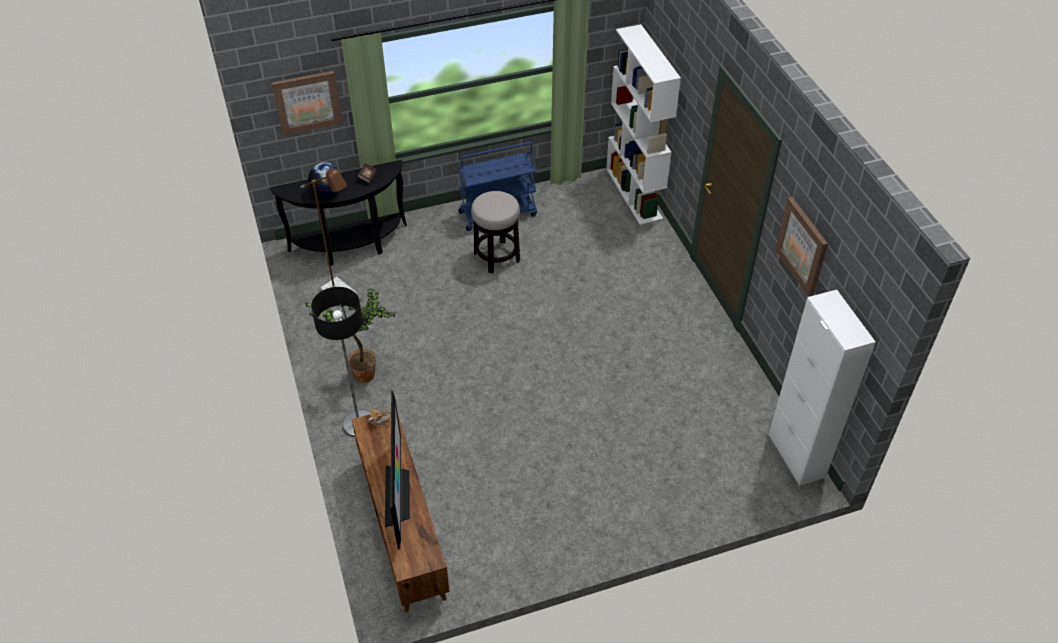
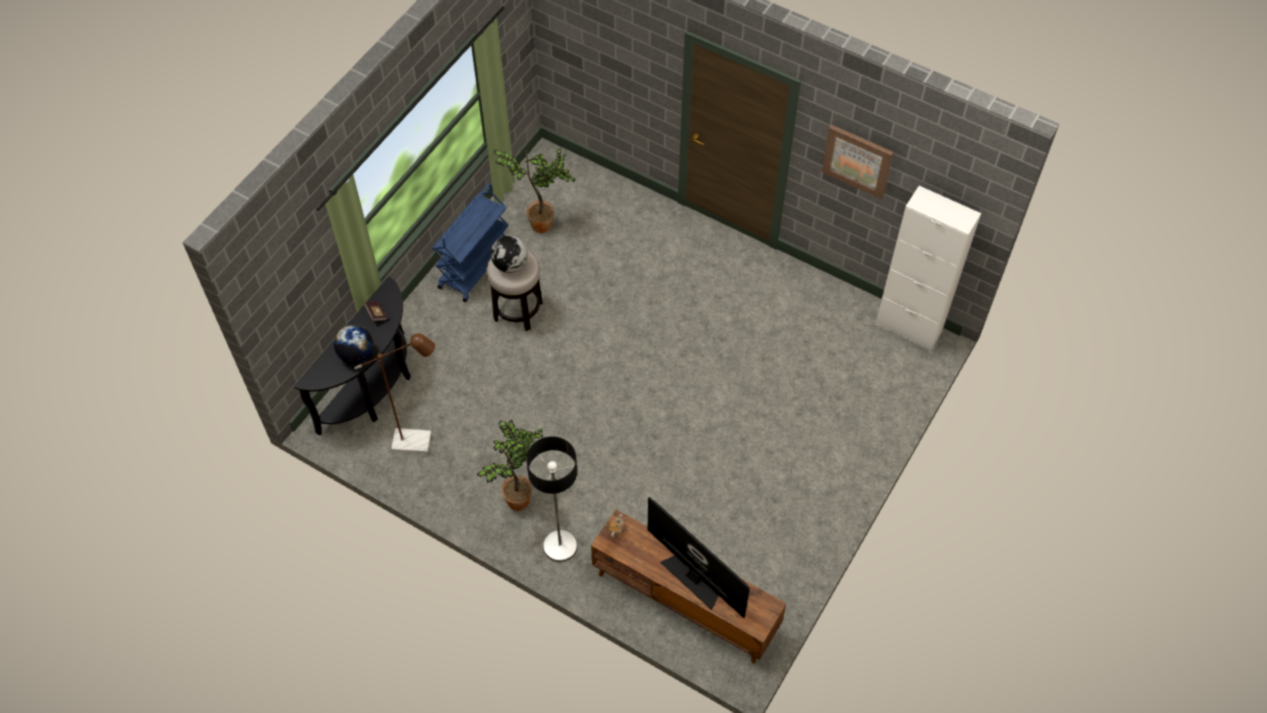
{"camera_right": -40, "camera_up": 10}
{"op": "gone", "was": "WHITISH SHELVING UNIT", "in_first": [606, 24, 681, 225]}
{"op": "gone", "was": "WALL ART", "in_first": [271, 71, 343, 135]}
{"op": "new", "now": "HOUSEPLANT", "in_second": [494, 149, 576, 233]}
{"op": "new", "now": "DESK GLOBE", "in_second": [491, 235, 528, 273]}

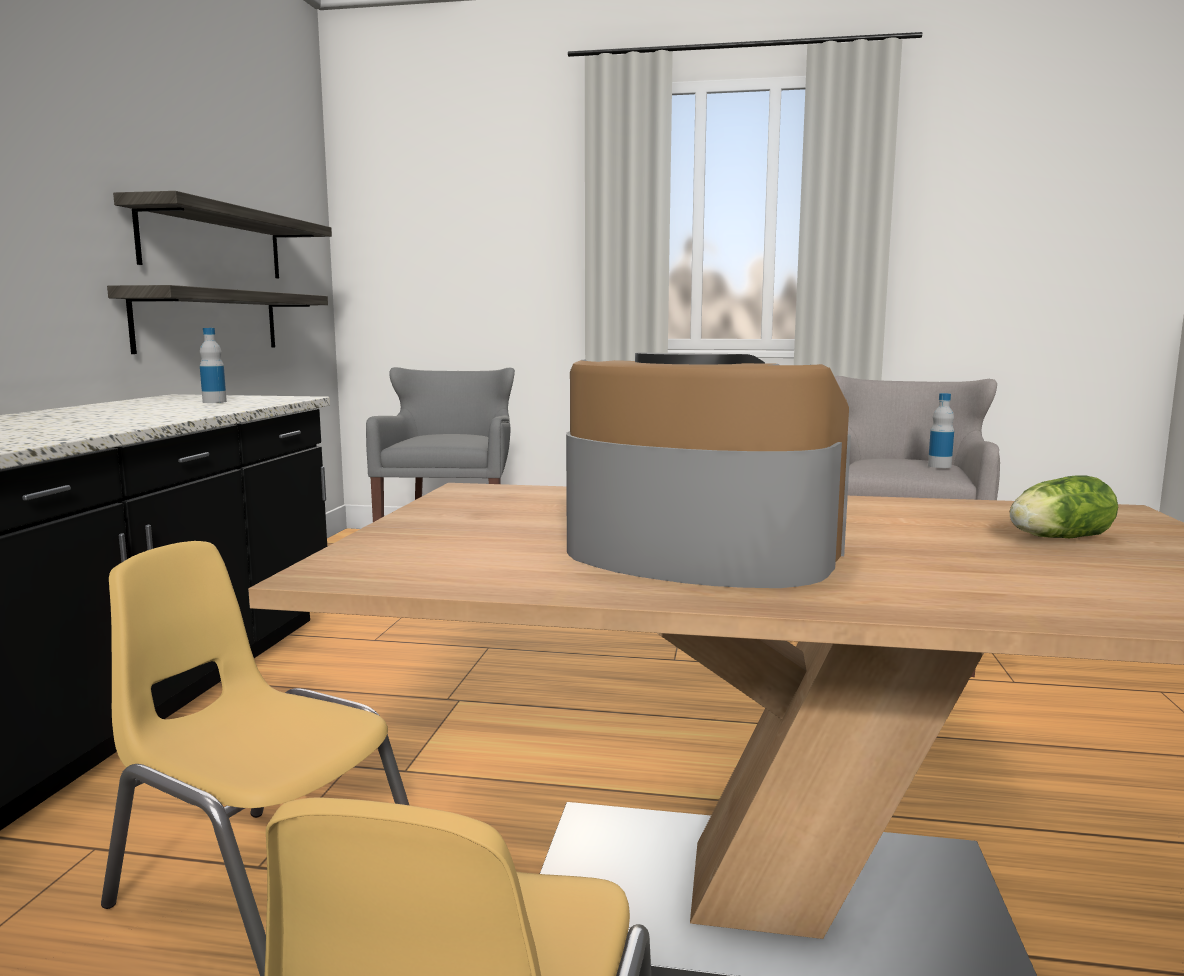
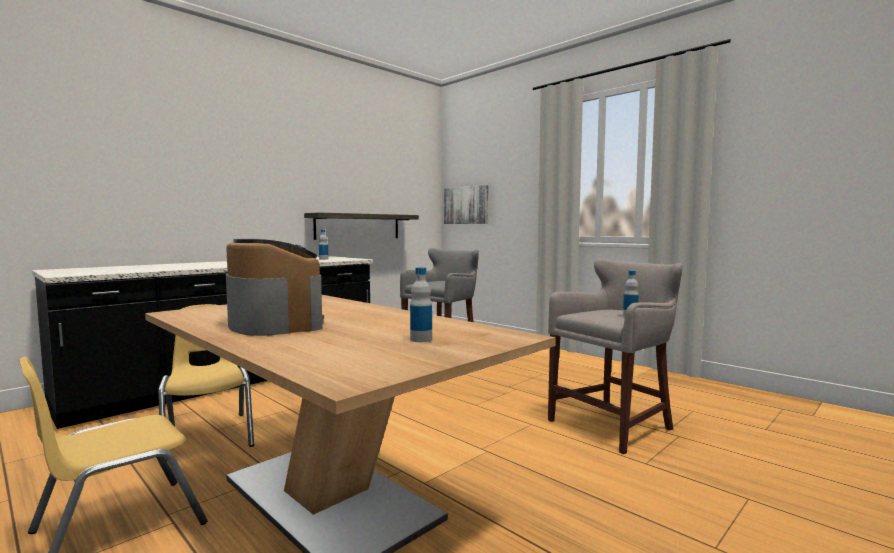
{"camera_right": 35, "camera_up": -5}
{"op": "gone", "was": "BRACKET SHELF", "in_first": [113, 191, 332, 279]}
{"op": "swapped", "was": "HEAD OF LETTUCE", "now": "DRINK BOTTLE", "in_first": [1010, 476, 1118, 538], "in_second": [410, 267, 432, 342]}
{"op": "new", "now": "WALL ART", "in_second": [444, 185, 488, 224]}

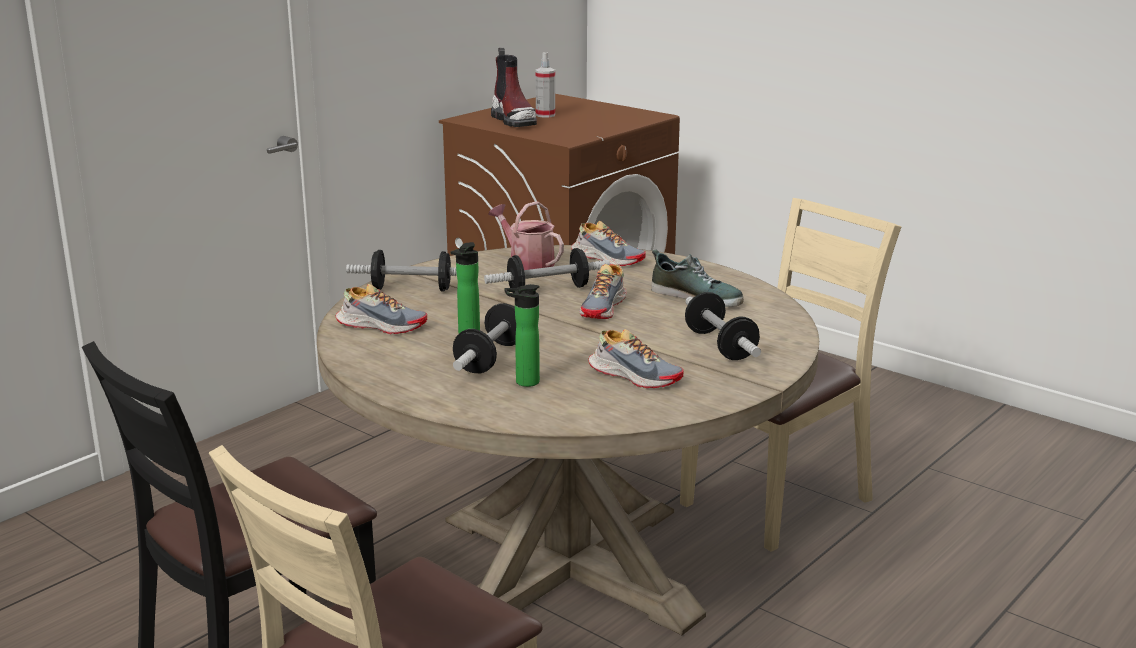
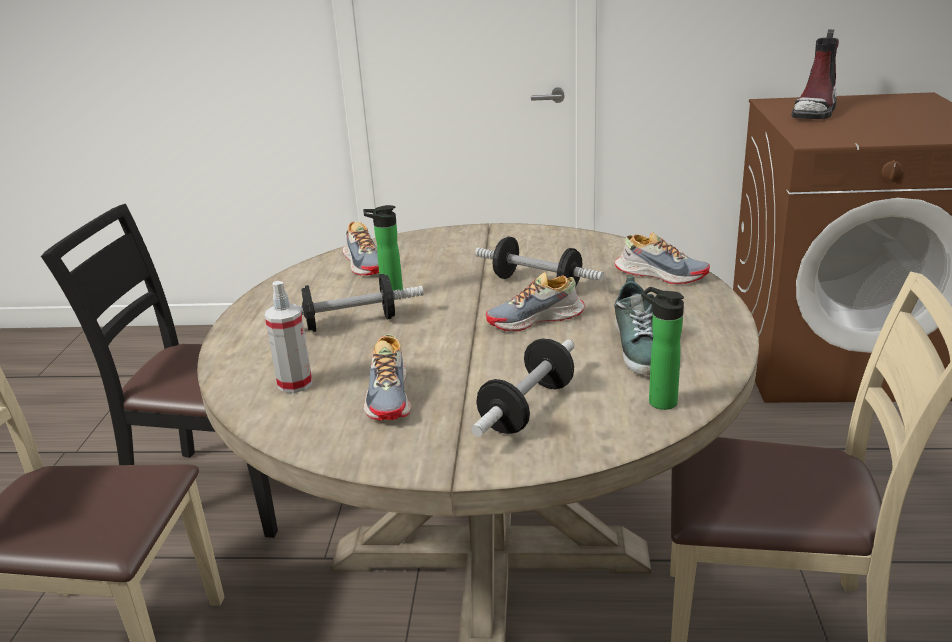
{"camera_right": 55, "camera_up": 5}
{"op": "shifted", "was": "HAND SPRAYER", "in_first": [535, 53, 555, 118], "in_second": [265, 281, 312, 393]}
{"op": "gone", "was": "WATERING POT", "in_first": [488, 201, 564, 270]}
{"op": "rotated", "was": "ITEM OF FOOTWEAR", "in_first": [571, 221, 646, 266], "in_second": [614, 232, 710, 284], "clockwise": -60}
{"op": "gone", "was": "DUMBBELL", "in_first": [346, 250, 457, 291]}
{"op": "shifted", "was": "DRINK BOTTLE", "in_first": [504, 284, 540, 387], "in_second": [641, 287, 684, 410]}

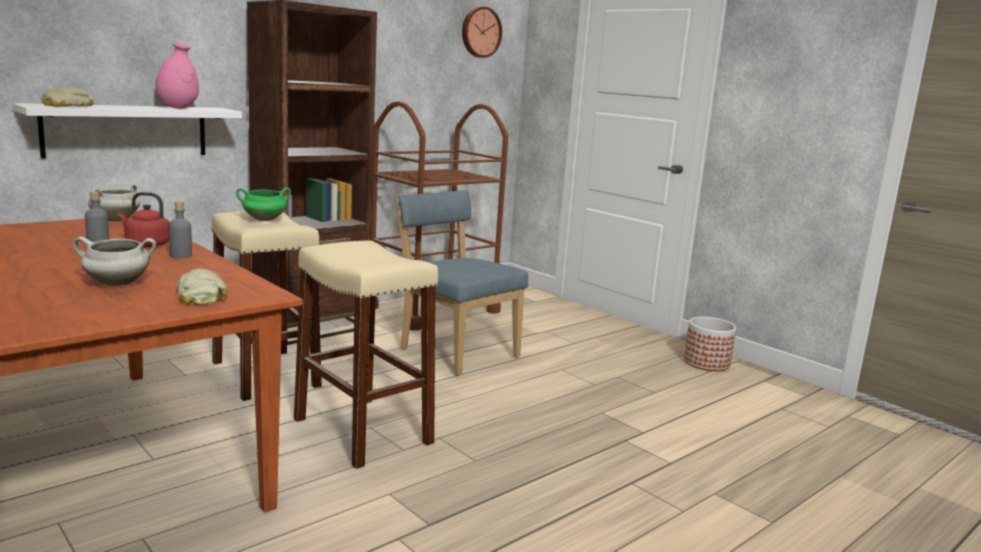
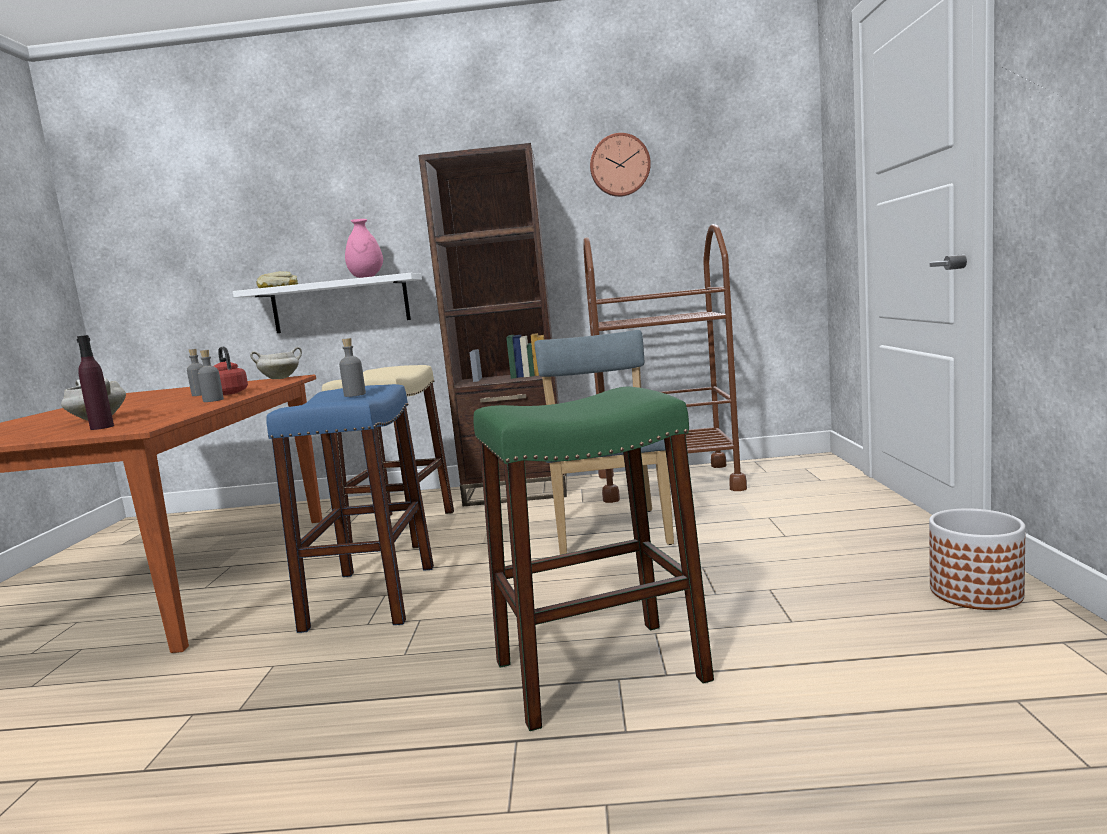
{"camera_right": 45, "camera_up": -5}
{"op": "shifted", "was": "CLOCK ON THE WALL", "in_first": [462, 7, 502, 58], "in_second": [590, 133, 651, 197]}
{"op": "gone", "was": "GREEN-COLOURED COOKING POT", "in_first": [236, 187, 291, 221]}
{"op": "repainted", "was": "BEIGE-COLOURED SITTING STOOL", "now": "BLUE SITTING STOOL", "in_first": [294, 240, 438, 469], "in_second": [266, 384, 434, 633]}
{"op": "swapped", "was": "BAKED BREAD", "now": "PURPLE-COLOURED DRINK BOTTLE", "in_first": [177, 268, 228, 305], "in_second": [77, 335, 114, 430]}
{"op": "new", "now": "GREYISH DRINK BOTTLE", "in_second": [339, 338, 366, 397]}
{"op": "new", "now": "GREEN-COLOURED SITTING STOOL", "in_second": [473, 386, 714, 731]}

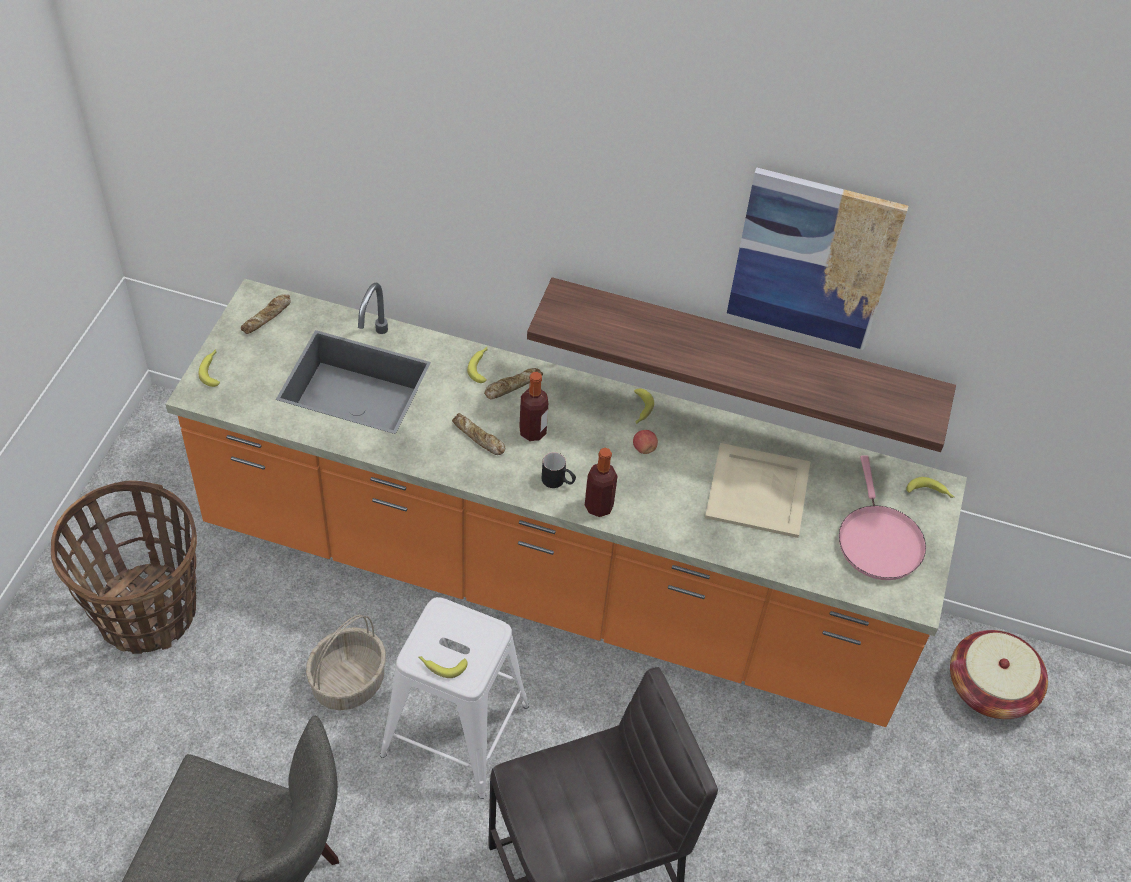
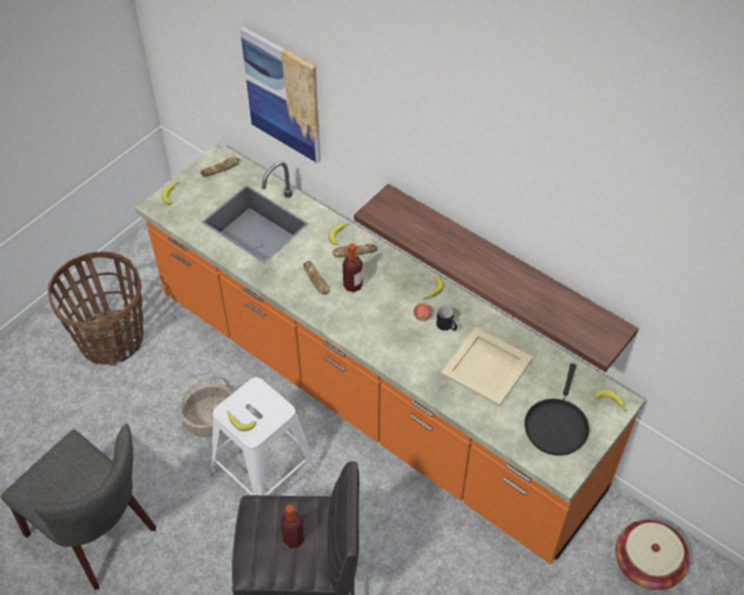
{"camera_right": 25, "camera_up": 0}
{"op": "shifted", "was": "WALL ART", "in_first": [727, 167, 908, 350], "in_second": [240, 27, 321, 163]}
{"op": "shifted", "was": "DRINK BOTTLE", "in_first": [585, 448, 618, 517], "in_second": [281, 504, 304, 548]}
{"op": "shifted", "was": "BLACK TEA MUG", "in_first": [542, 452, 576, 488], "in_second": [436, 305, 458, 331]}
{"op": "repainted", "was": "PINK-COLOURED SKILLET", "now": "BLACK SKILLET", "in_first": [839, 456, 926, 580], "in_second": [524, 363, 589, 456]}

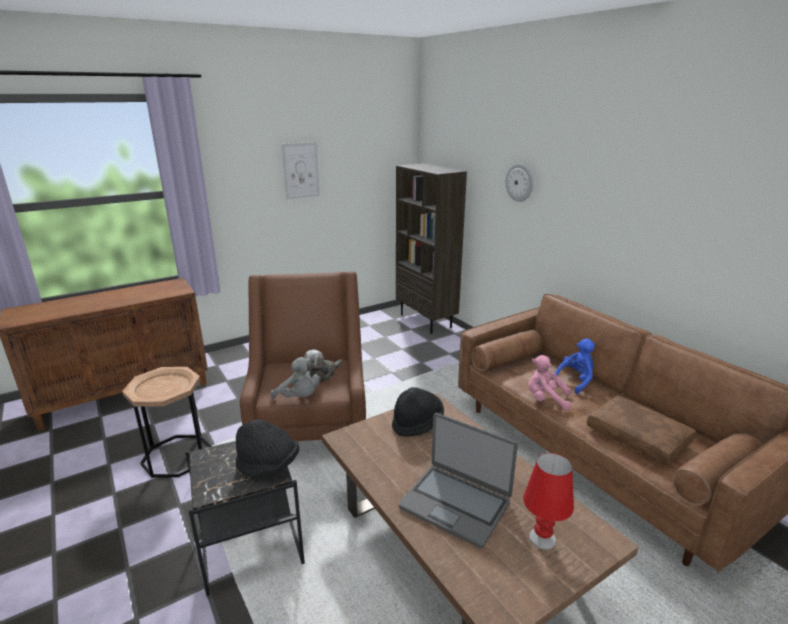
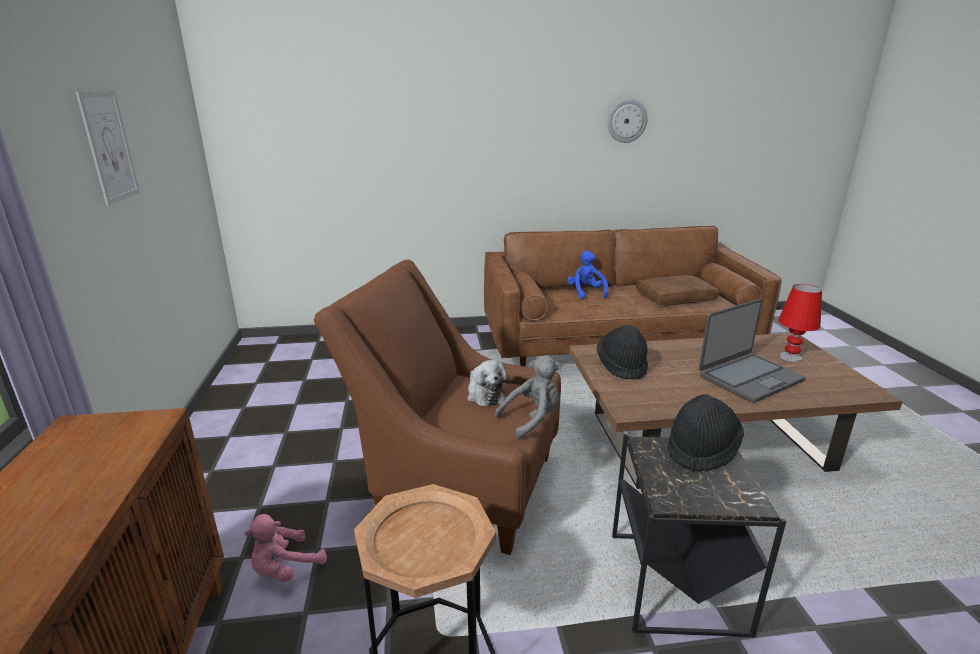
{"camera_right": -65, "camera_up": 0}
{"op": "gone", "was": "BROWN-COLOURED SHELVING UNIT", "in_first": [396, 163, 467, 334]}
{"op": "shifted", "was": "CLOCK ON THE WALL", "in_first": [506, 163, 533, 202], "in_second": [608, 99, 648, 143]}
{"op": "shifted", "was": "PINK-COLOURED CUDDLY TOY", "in_first": [528, 355, 571, 410], "in_second": [244, 514, 327, 582]}

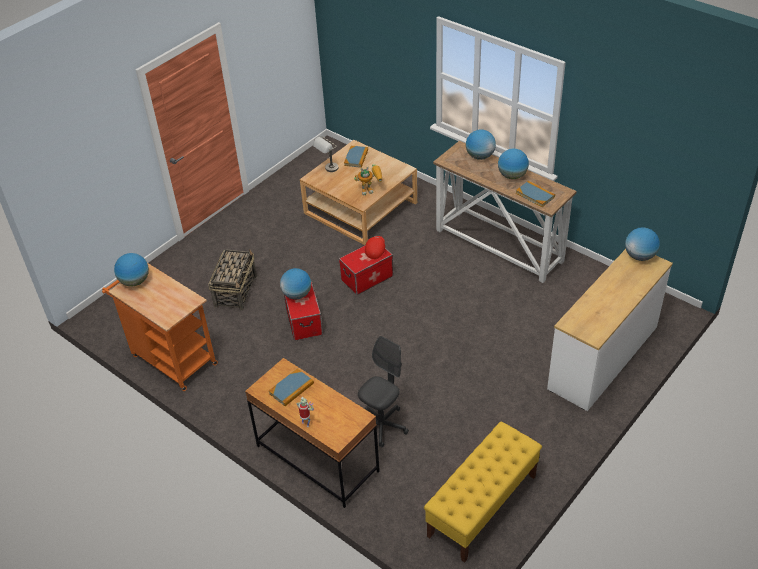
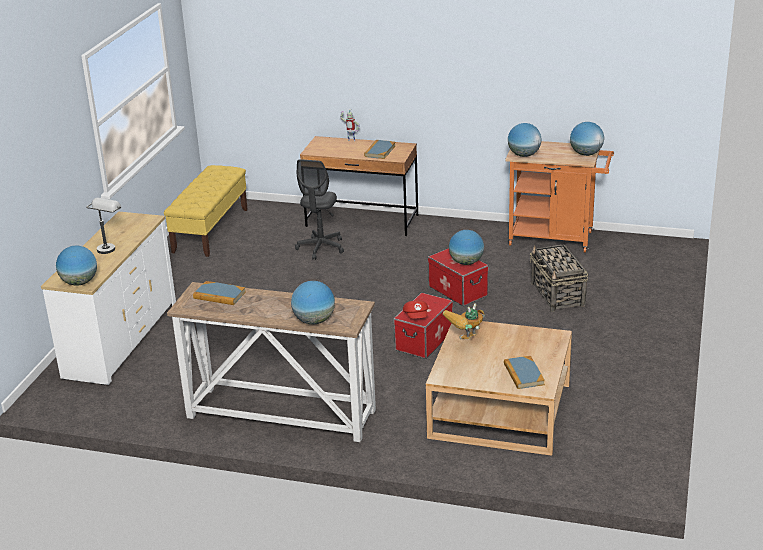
{"camera_right": 155, "camera_up": -15}
{"op": "shifted", "was": "GREYISH TABLE LAMP", "in_first": [313, 136, 338, 172], "in_second": [86, 198, 121, 254]}
{"op": "shifted", "was": "DESK GLOBE", "in_first": [498, 148, 529, 179], "in_second": [508, 123, 542, 157]}

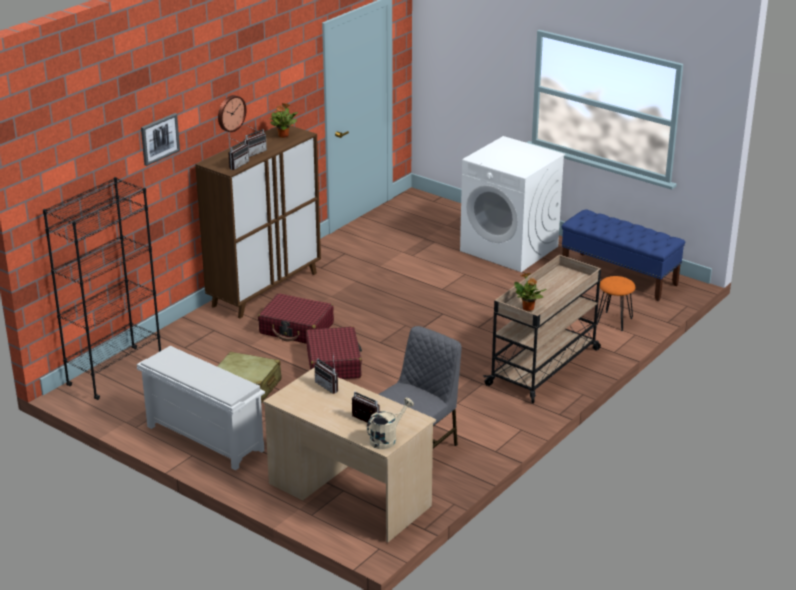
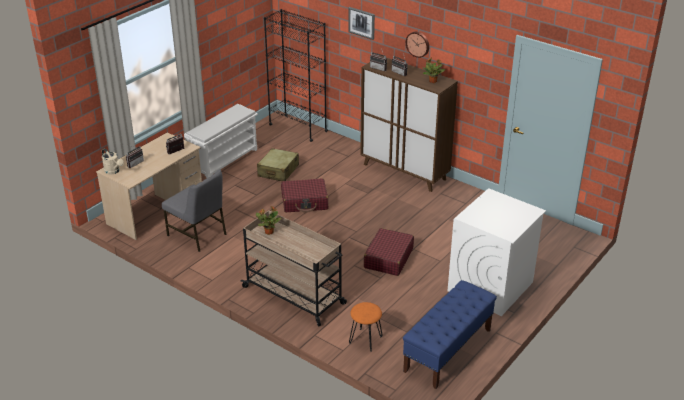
{"camera_right": 90, "camera_up": 5}
{"op": "shifted", "was": "RED PIECE OF LUGGAGE", "in_first": [258, 293, 334, 344], "in_second": [364, 228, 414, 276]}

